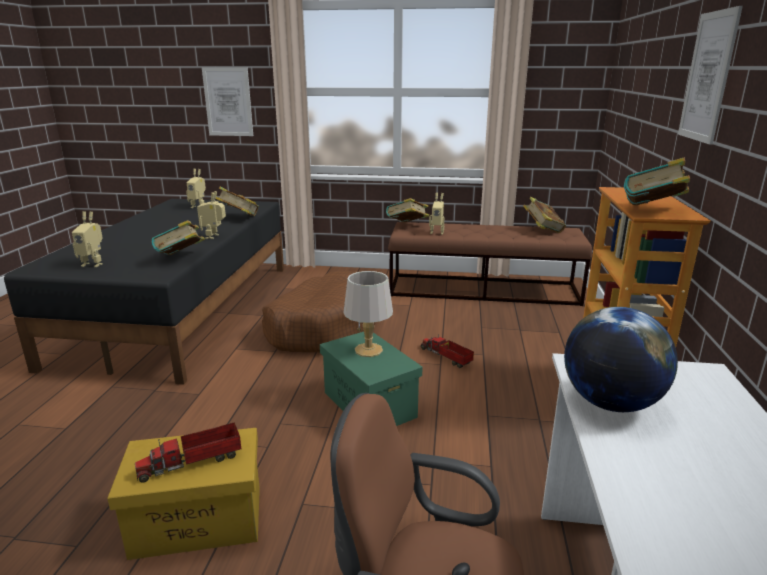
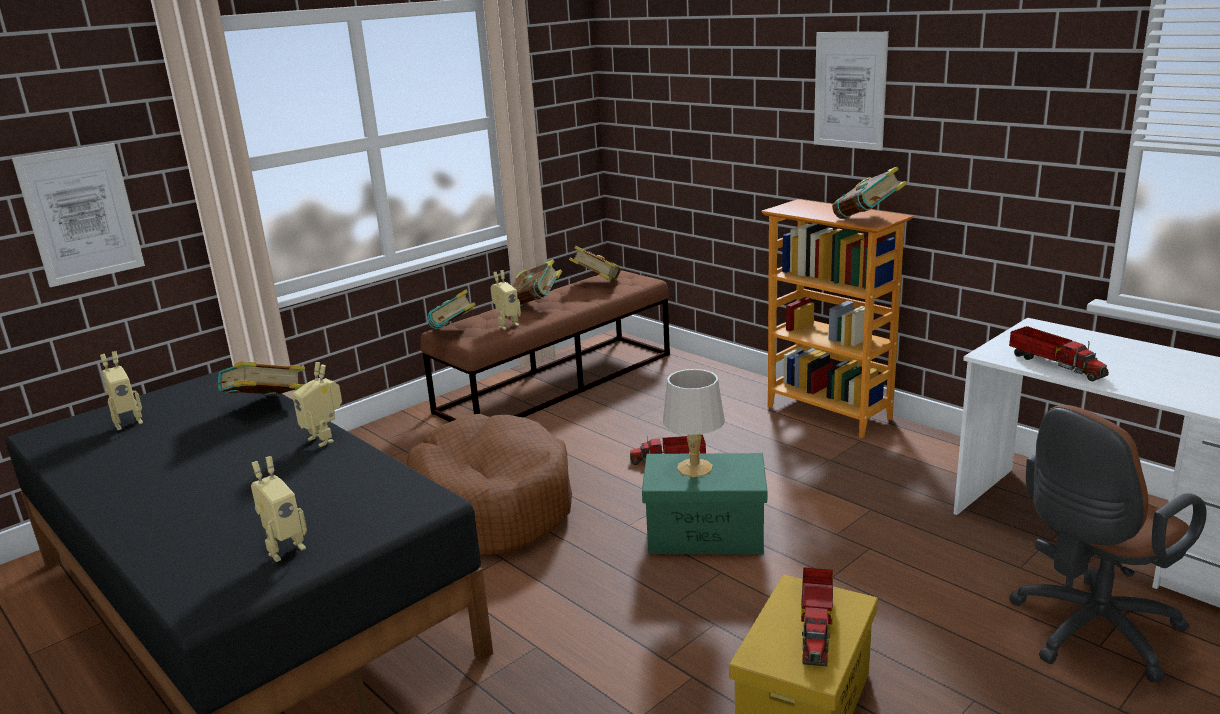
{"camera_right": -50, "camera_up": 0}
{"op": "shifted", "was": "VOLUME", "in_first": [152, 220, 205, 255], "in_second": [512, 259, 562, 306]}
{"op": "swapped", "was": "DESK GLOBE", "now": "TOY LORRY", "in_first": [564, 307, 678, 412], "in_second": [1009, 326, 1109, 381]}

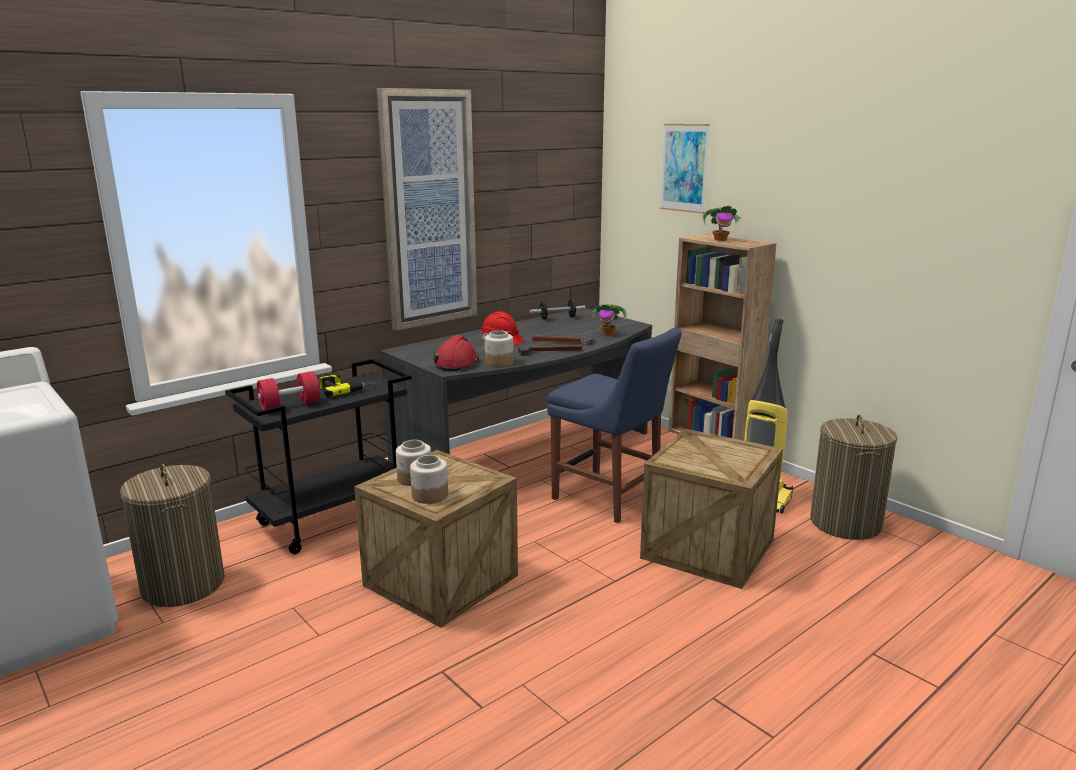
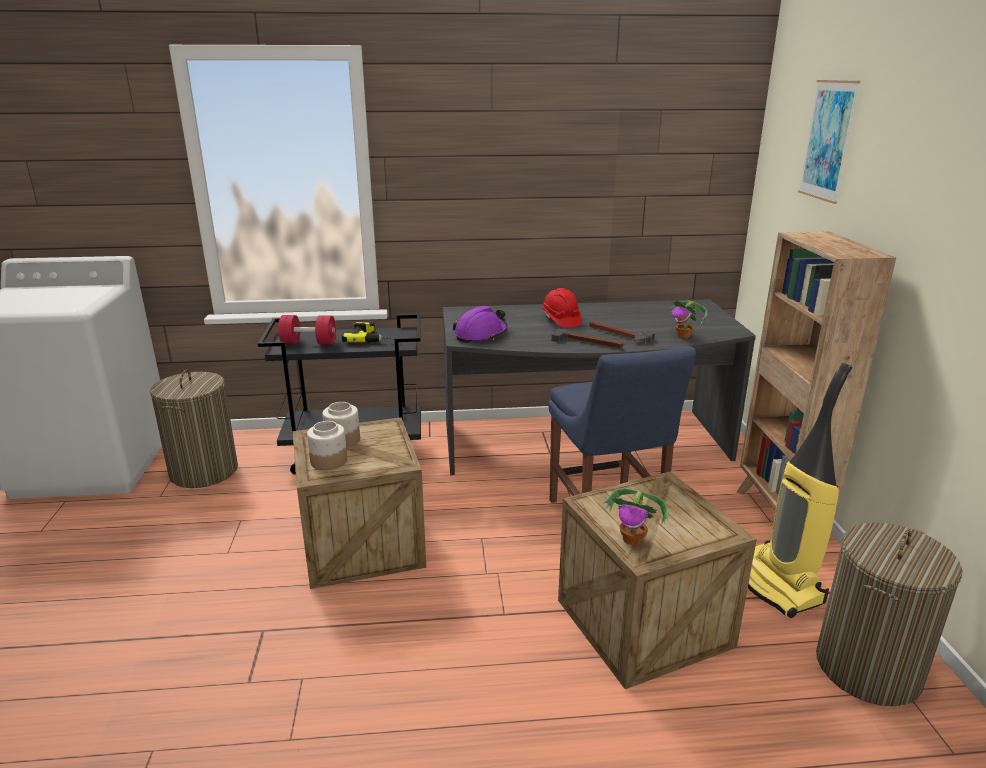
{"camera_right": 35, "camera_up": 5}
{"op": "gone", "was": "WALL ART", "in_first": [376, 88, 477, 331]}
{"op": "shifted", "was": "HOUSEPLANT", "in_first": [702, 206, 742, 241], "in_second": [603, 488, 668, 545]}
{"op": "gone", "was": "DUMBBELL", "in_first": [529, 300, 586, 319]}
{"op": "gone", "was": "JAR", "in_first": [485, 330, 513, 367]}
{"op": "repainted", "was": "RED HARD HAT", "now": "PURPLE-COLOURED HARD HAT", "in_first": [433, 335, 479, 371], "in_second": [453, 306, 508, 343]}

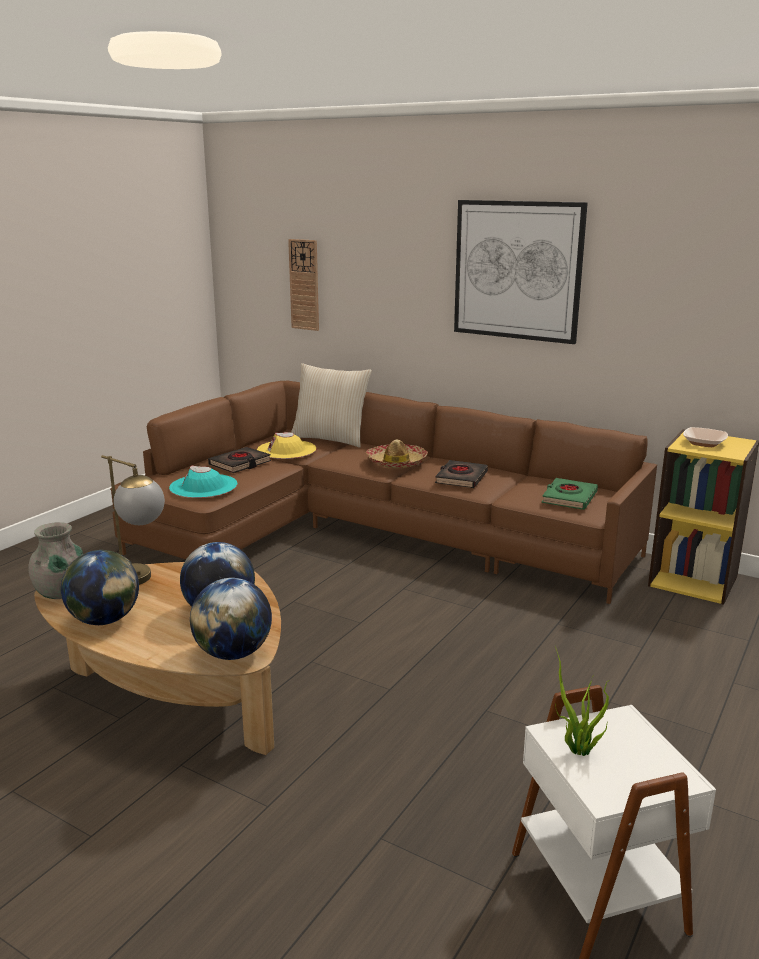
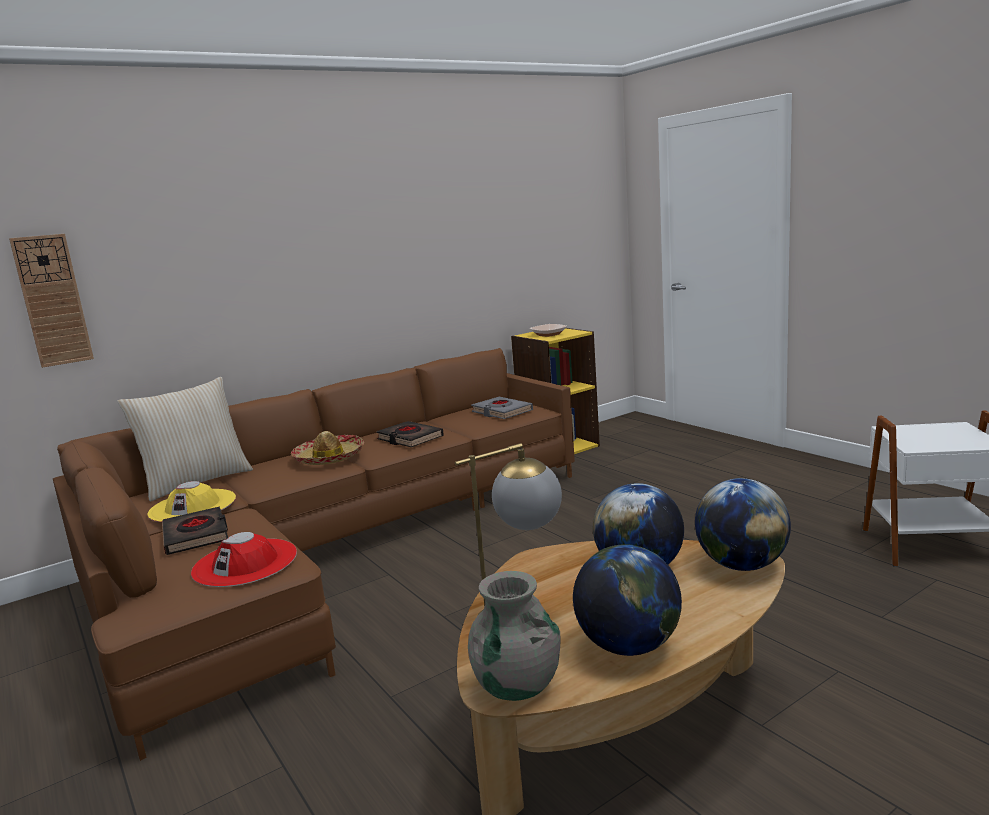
{"camera_right": -65, "camera_up": -5}
{"op": "gone", "was": "WALL ART", "in_first": [454, 200, 588, 344]}
{"op": "repainted", "was": "TURQUOISE-COLOURED WEARABLE HAT", "now": "RED WEARABLE HAT", "in_first": [169, 466, 238, 498], "in_second": [191, 532, 297, 587]}
{"op": "repainted", "was": "GREEN-COLOURED VOLUME", "now": "GREYISH VOLUME", "in_first": [542, 478, 598, 510], "in_second": [471, 397, 533, 419]}
{"op": "gone", "was": "HOUSEPLANT", "in_first": [555, 647, 609, 756]}

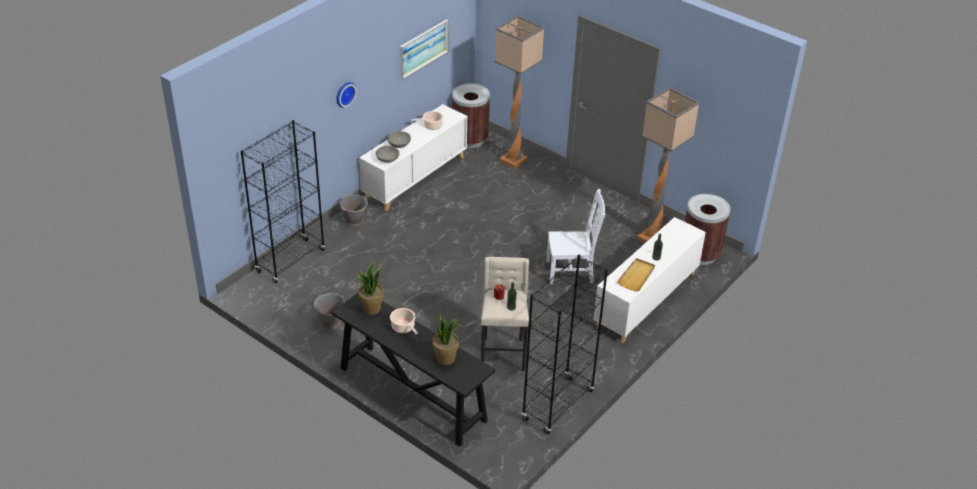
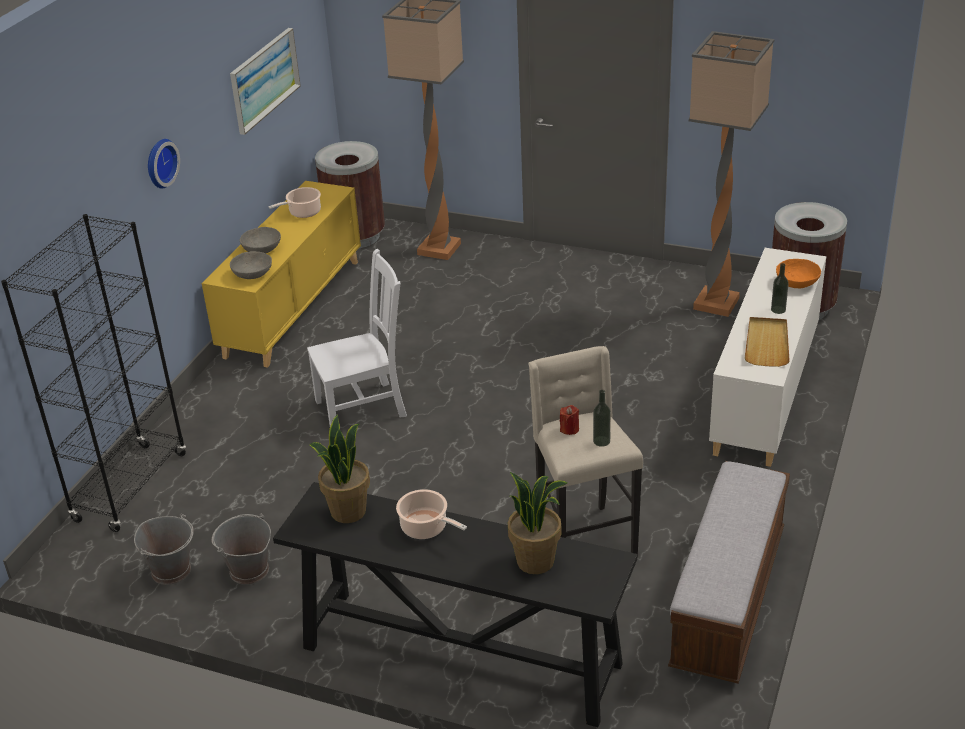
{"camera_right": -15, "camera_up": -5}
{"op": "repainted", "was": "WHITISH CABINET", "now": "YELLOWISH CABINET", "in_first": [359, 104, 468, 211], "in_second": [202, 181, 361, 368]}
{"op": "shifted", "was": "WHITISH PLAIN CHAIR", "in_first": [547, 189, 606, 284], "in_second": [307, 249, 407, 426]}
{"op": "shifted", "was": "GREYISH WATER BUCKET", "in_first": [340, 194, 368, 227], "in_second": [134, 513, 194, 585]}
{"op": "swapped", "was": "BLACK SHELVING UNIT", "now": "INDOOR BENCH", "in_first": [522, 255, 608, 434], "in_second": [668, 461, 790, 684]}
{"op": "new", "now": "ORANGE-COLOURED DEEP DISH", "in_second": [776, 259, 821, 288]}

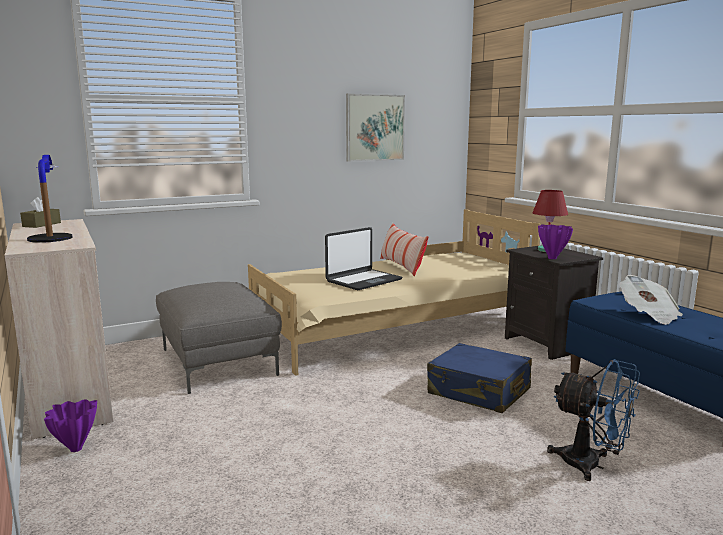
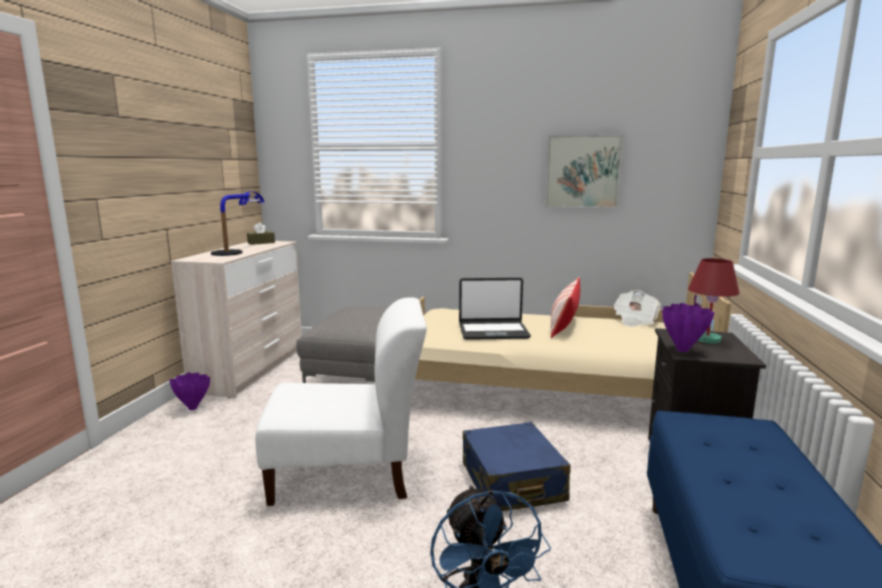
{"camera_right": 40, "camera_up": 0}
{"op": "shifted", "was": "DAILY PAPER", "in_first": [619, 275, 683, 325], "in_second": [613, 290, 661, 327]}
{"op": "new", "now": "WHITISH PLAIN CHAIR", "in_second": [255, 297, 427, 506]}

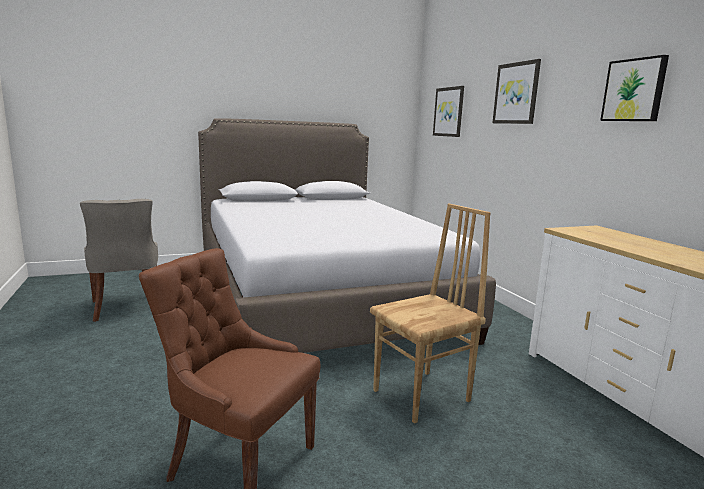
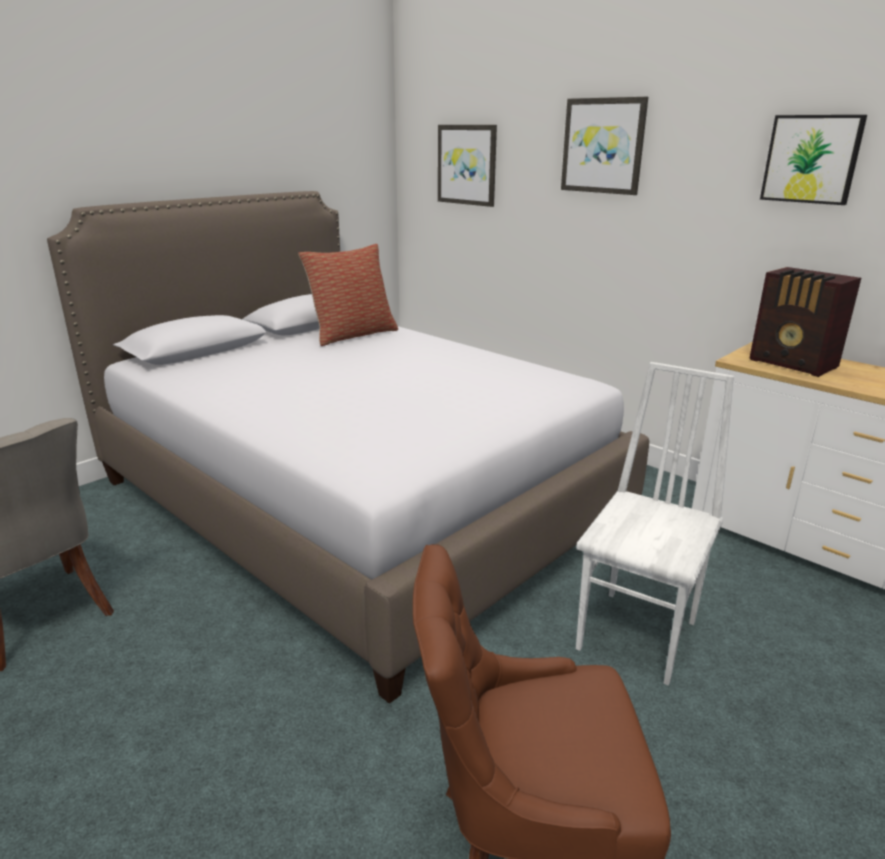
{"camera_right": -25, "camera_up": 10}
{"op": "repainted", "was": "BROWN-COLOURED PLAIN CHAIR", "now": "WHITISH PLAIN CHAIR", "in_first": [370, 204, 490, 424], "in_second": [576, 362, 734, 685]}
{"op": "new", "now": "THROW PILLOW", "in_second": [298, 244, 398, 346]}
{"op": "new", "now": "RADIO SET", "in_second": [749, 267, 861, 377]}

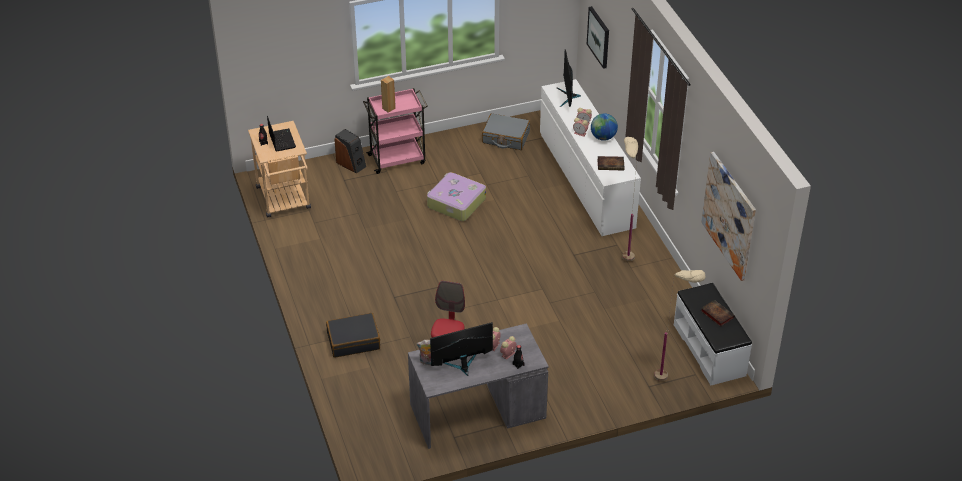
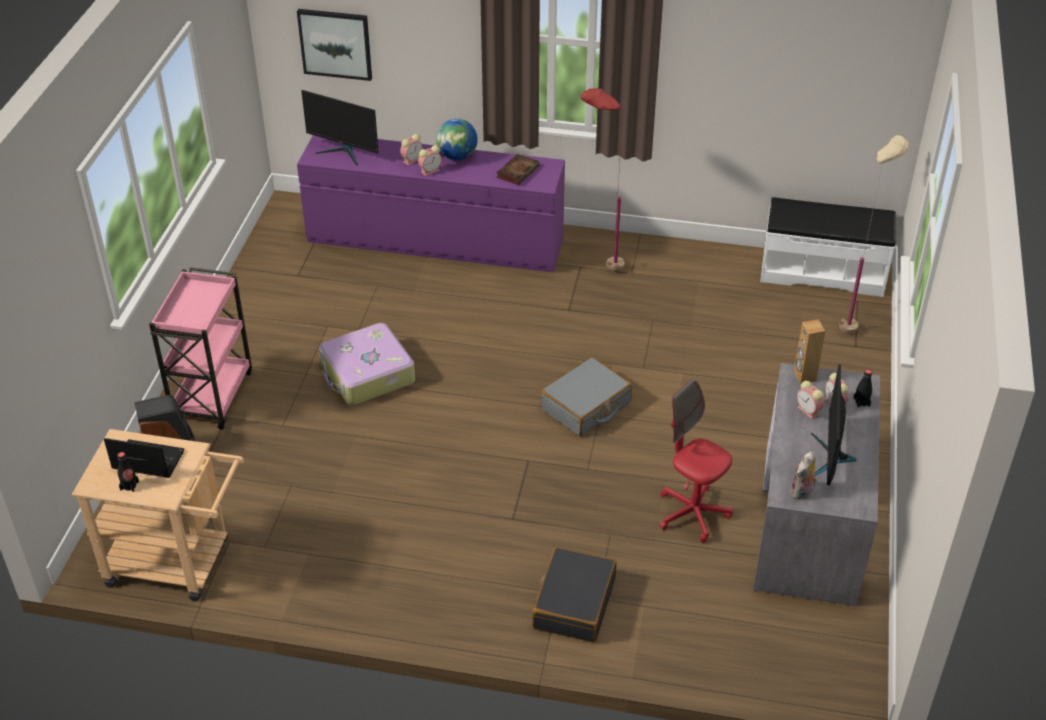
{"camera_right": -60, "camera_up": 0}
{"op": "shifted", "was": "BROWN-COLOURED SPEAKER", "in_first": [381, 76, 396, 113], "in_second": [794, 319, 825, 384]}
{"op": "repainted", "was": "WHITISH CHEST OF DRAWERS", "now": "PURPLE-COLOURED CHEST OF DRAWERS", "in_first": [540, 79, 641, 236], "in_second": [297, 135, 565, 273]}
{"op": "shifted", "was": "GREYISH PIECE OF LUGGAGE", "in_first": [482, 113, 530, 150], "in_second": [540, 357, 632, 436]}
{"op": "repainted", "was": "BEIGE-COLOURED FLOOR LAMP", "now": "RED FLOOR LAMP", "in_first": [622, 137, 638, 261], "in_second": [581, 88, 625, 270]}
{"op": "gone", "was": "WALL ART", "in_first": [701, 152, 756, 281]}
{"op": "gone", "was": "VOLUME", "in_first": [701, 300, 735, 327]}

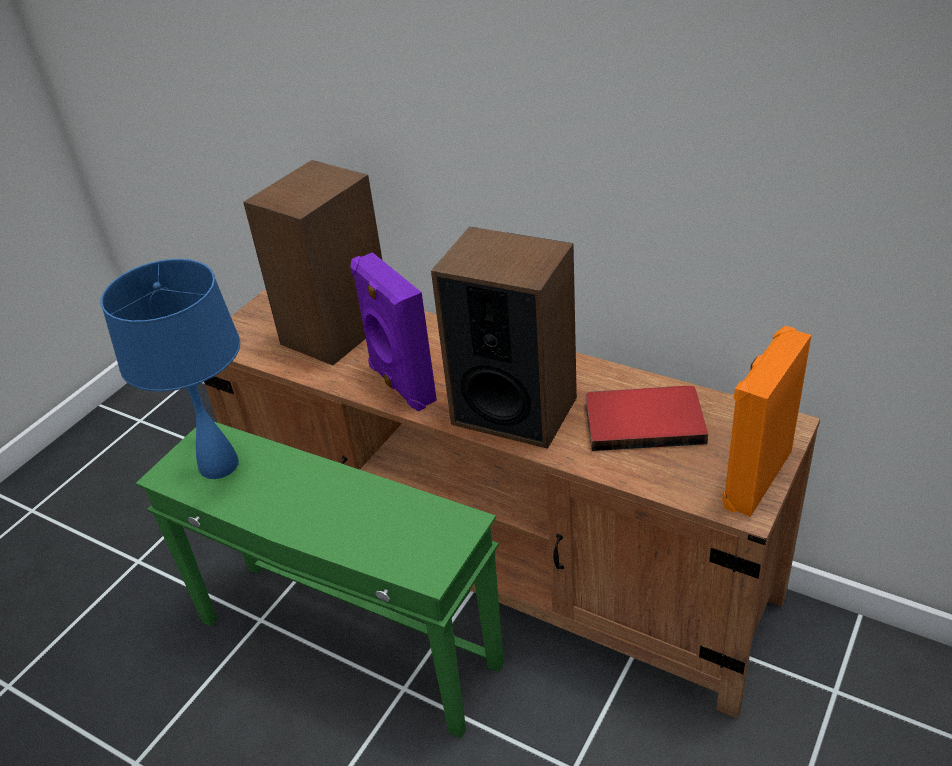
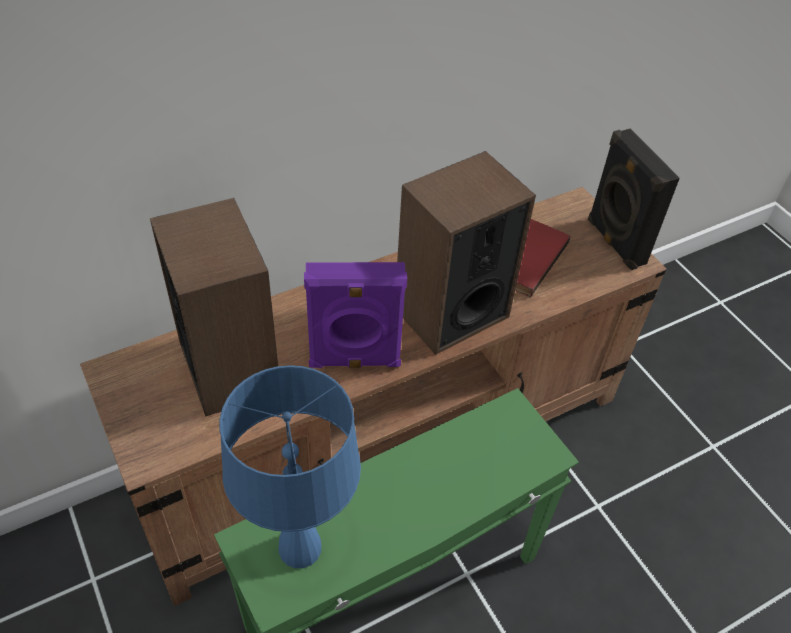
{"camera_right": -65, "camera_up": 10}
{"op": "repainted", "was": "ORANGE-COLOURED SPEAKER", "now": "BLACK SPEAKER", "in_first": [722, 325, 811, 517], "in_second": [588, 128, 680, 270]}

